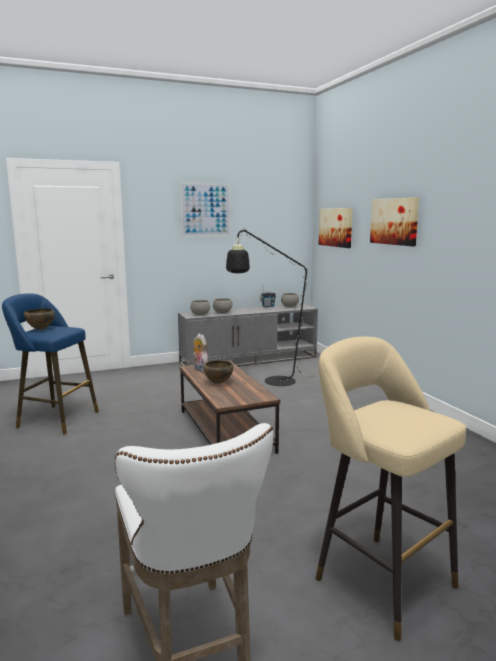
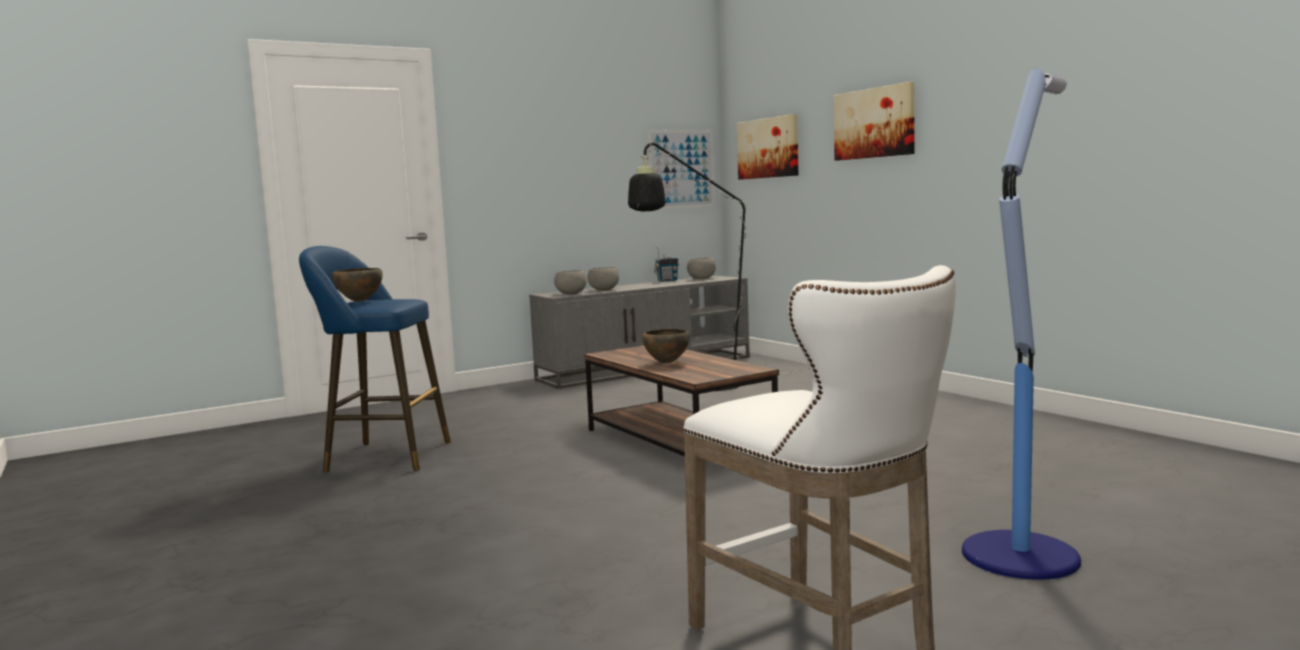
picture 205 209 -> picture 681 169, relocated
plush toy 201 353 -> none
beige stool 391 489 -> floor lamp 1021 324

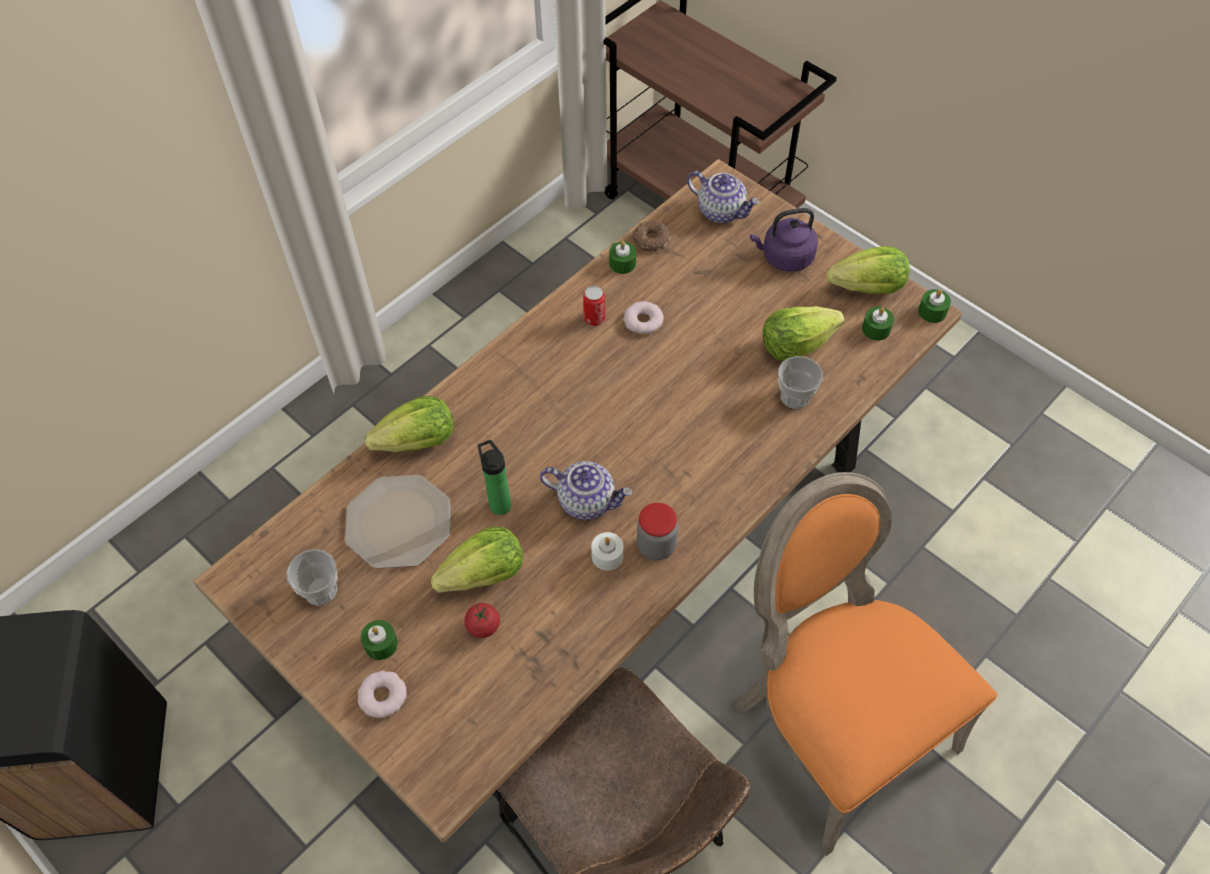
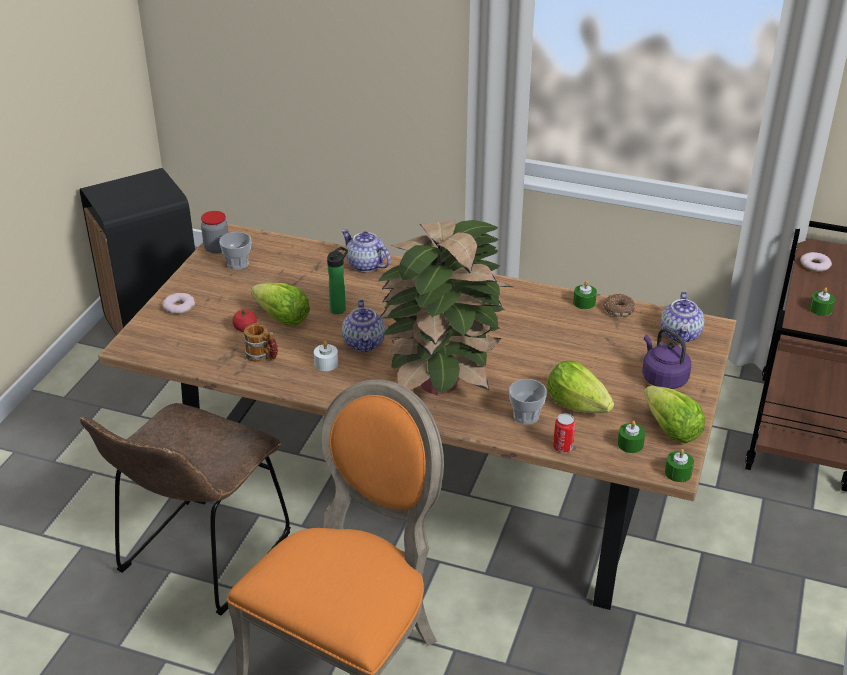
can 594 306 -> can 564 433, relocated
donut 643 317 -> donut 816 262, relocated
lettuce 409 424 -> teapot 366 250
plate 397 522 -> none
jar 657 532 -> jar 214 232, relocated
green candle 379 640 -> green candle 822 301, relocated
none -> potted plant 445 307
none -> mug 261 342

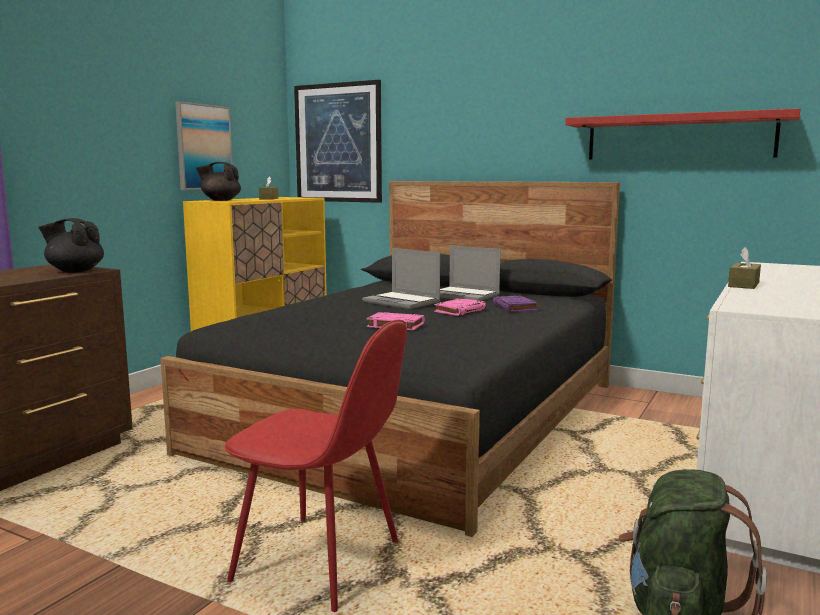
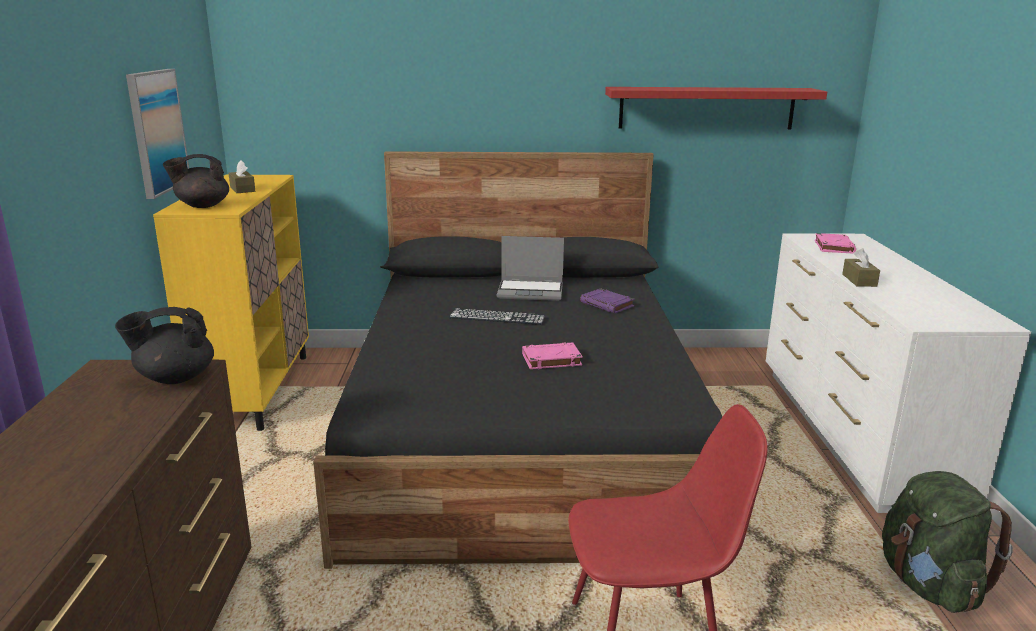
picture 338 141 -> none
laptop 401 278 -> keyboard 497 316
pink book 460 307 -> pink book 835 243, relocated

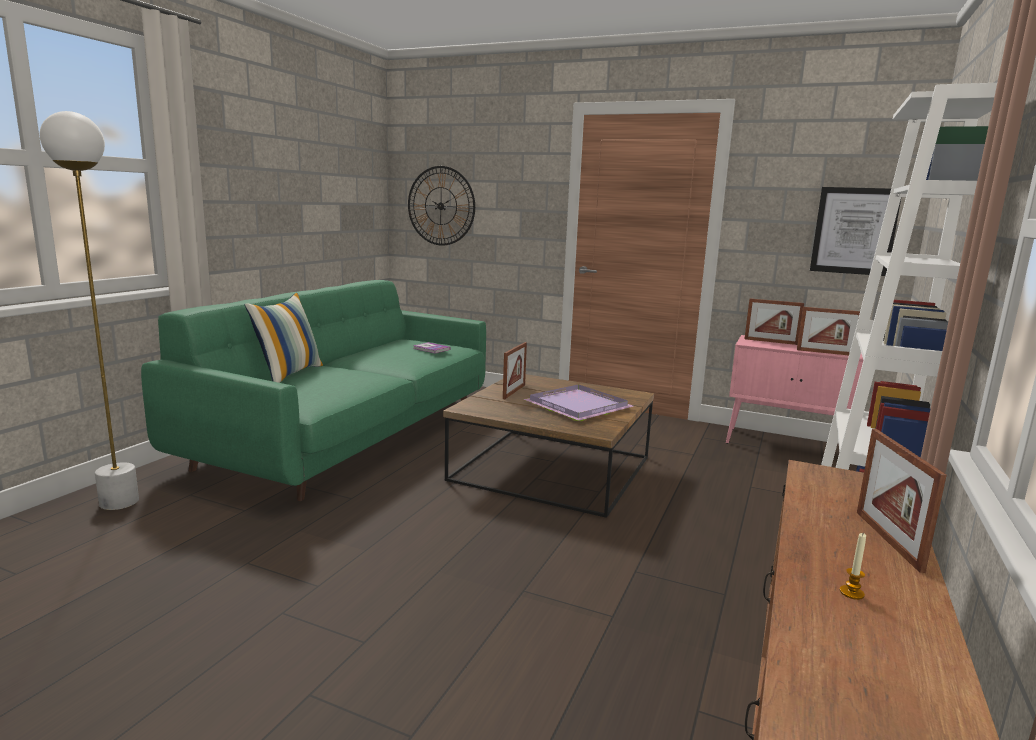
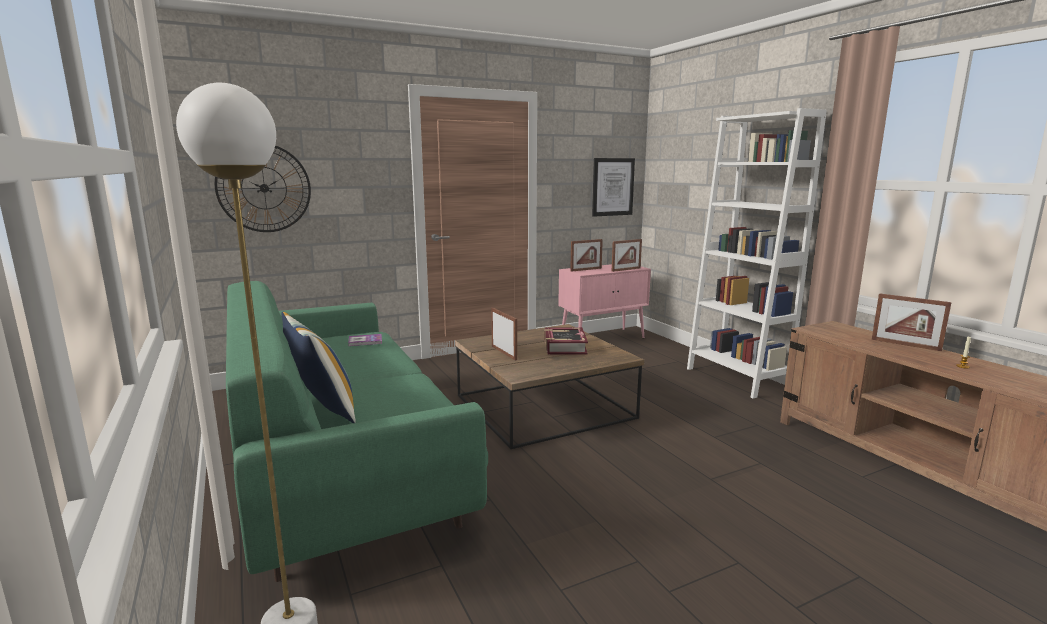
purple tray 578 402 -> book 566 341

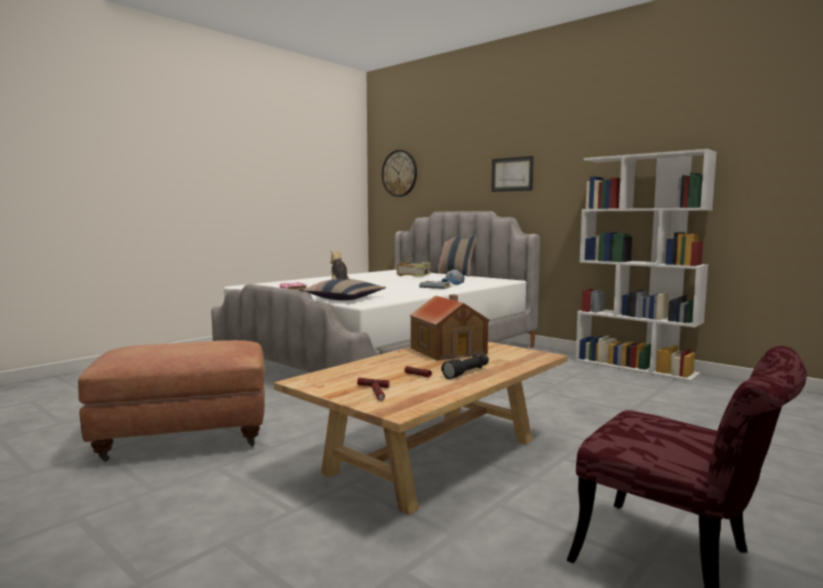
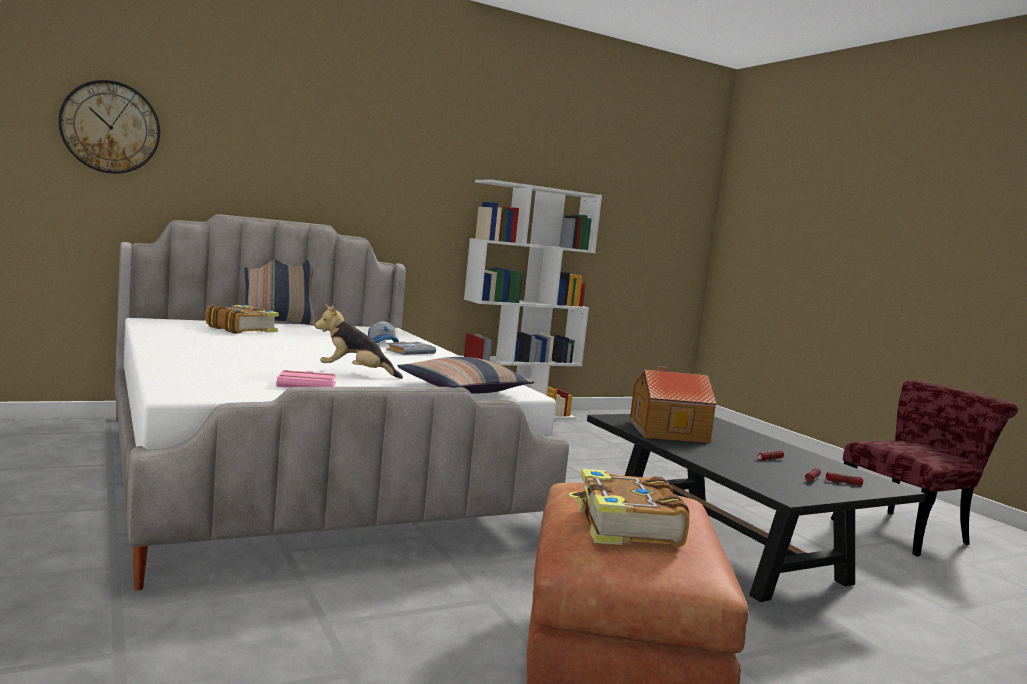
picture 512 174 -> none
beige coffee table 421 428 -> black coffee table 756 508
black flashlight 465 367 -> none
none -> book 629 508

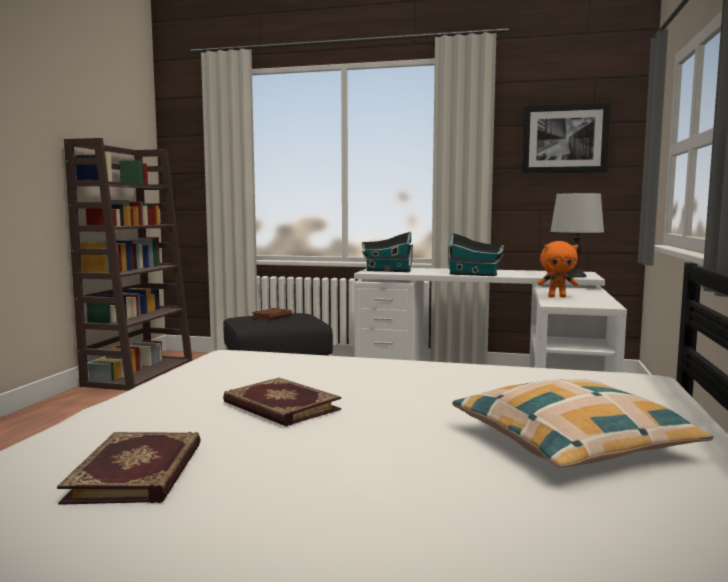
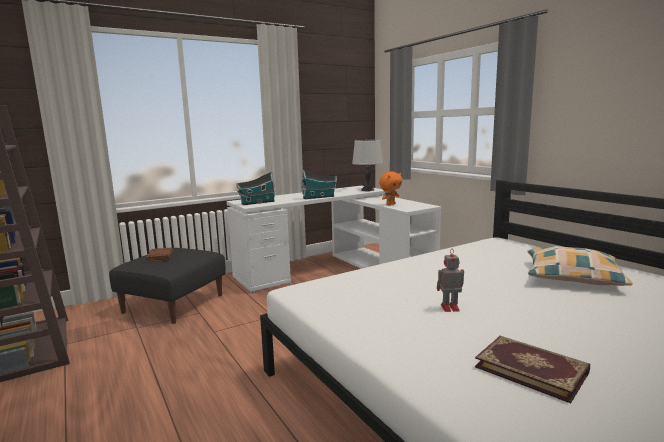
picture 566 138 -> none
book 282 402 -> toy robot 450 281

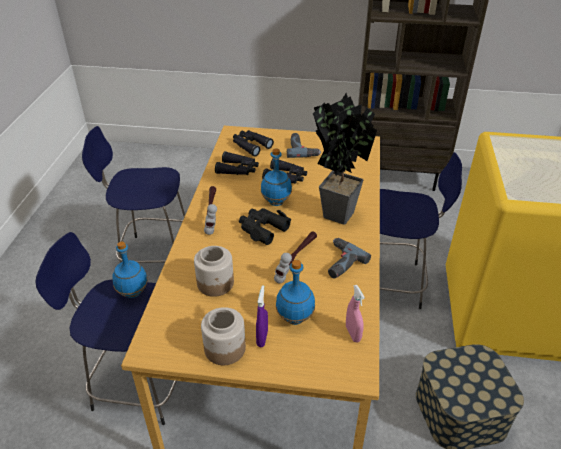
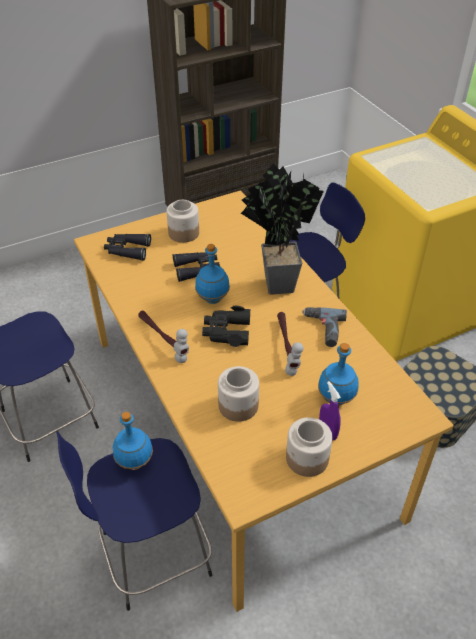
power drill 304 145 -> jar 182 221
black binoculars 237 163 -> none
pink spray bottle 355 314 -> none

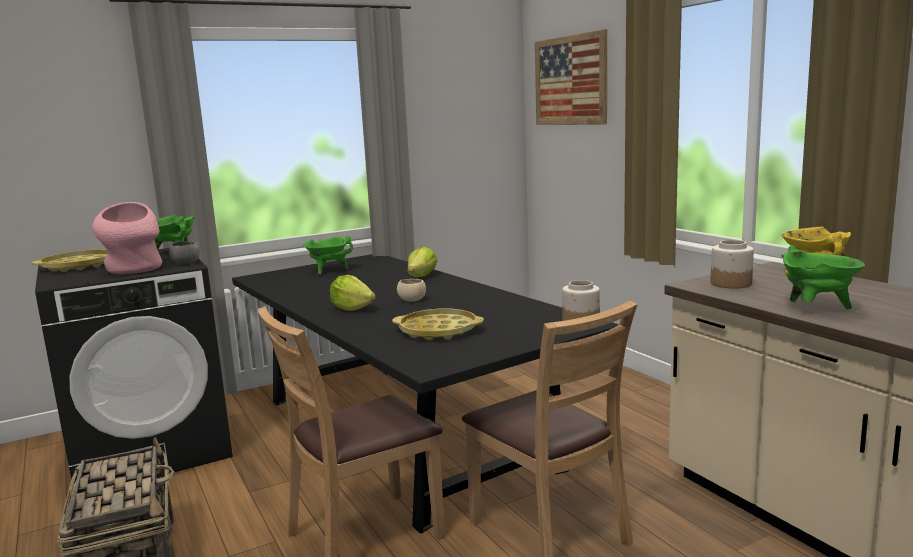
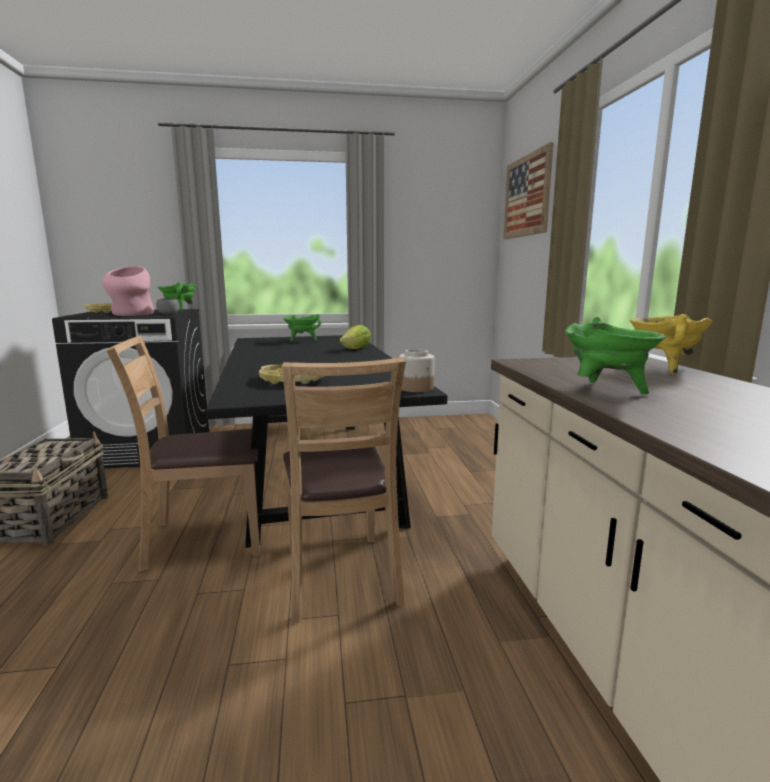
jar 732 264 -> none
lettuce 353 293 -> none
beige bowl 411 290 -> none

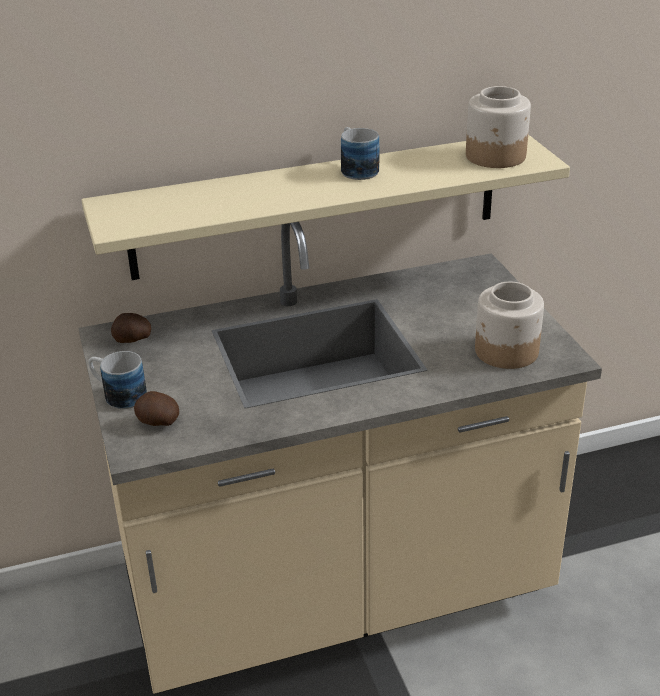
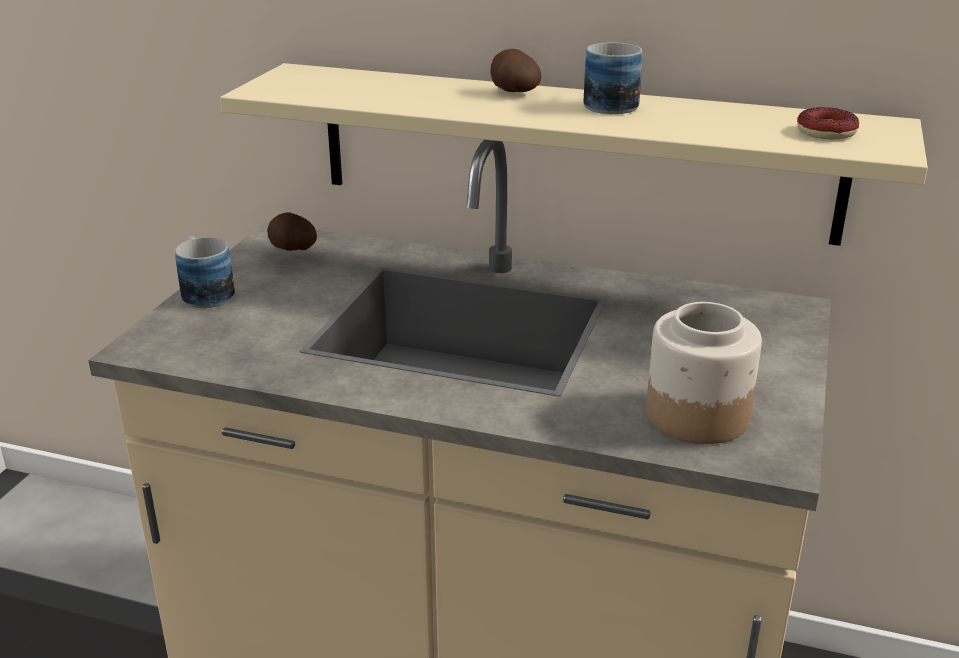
jar 498 127 -> donut 828 123
potato 156 408 -> potato 516 70, relocated

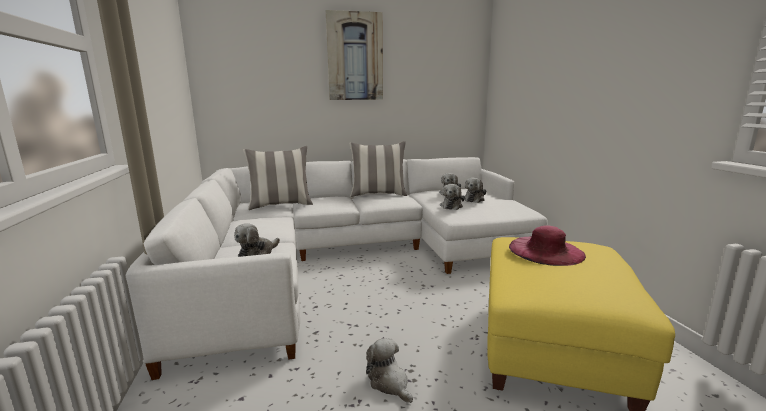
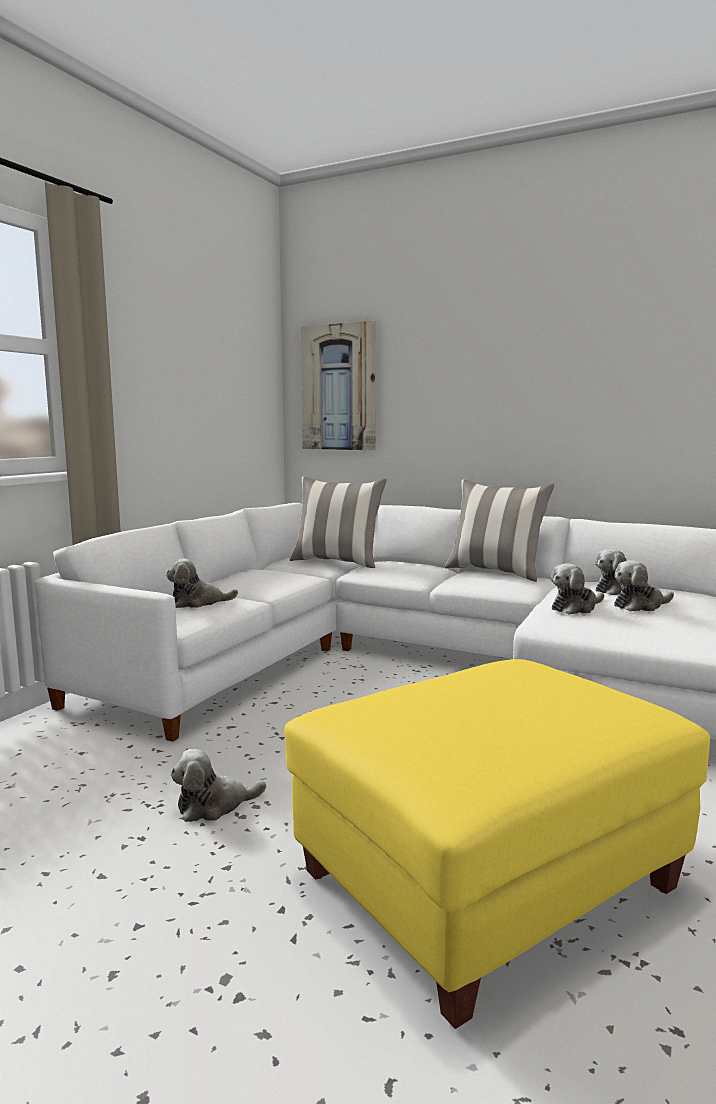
picture 354 55 -> picture 338 385, relocated
pink hat 547 245 -> none
plush toy 389 370 -> plush toy 218 785, 120 degrees counterclockwise

